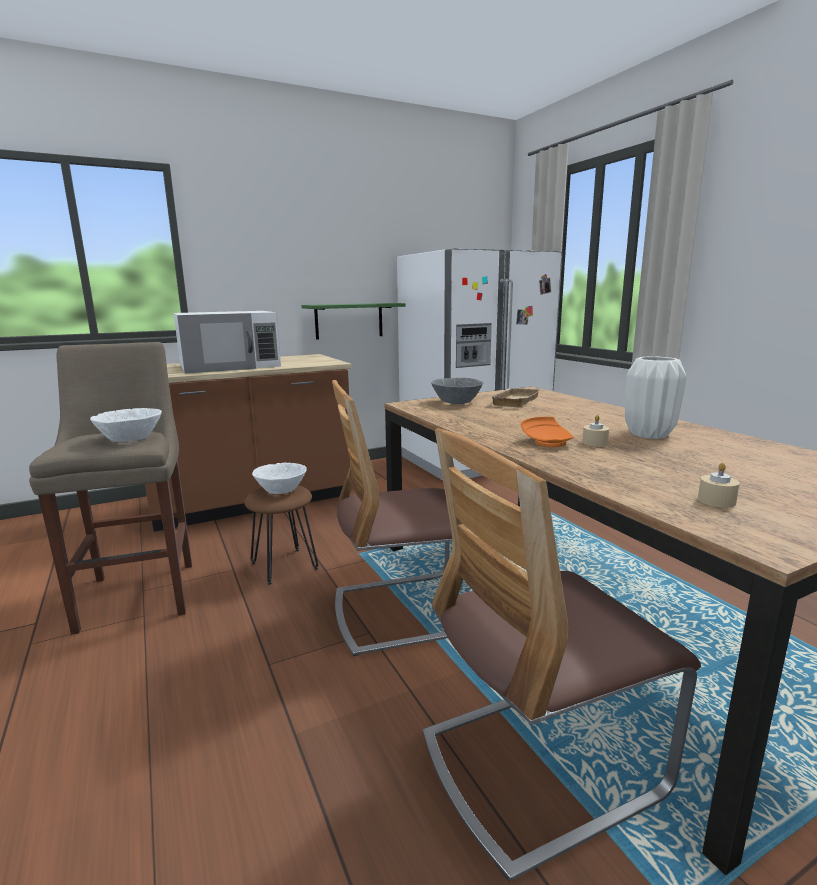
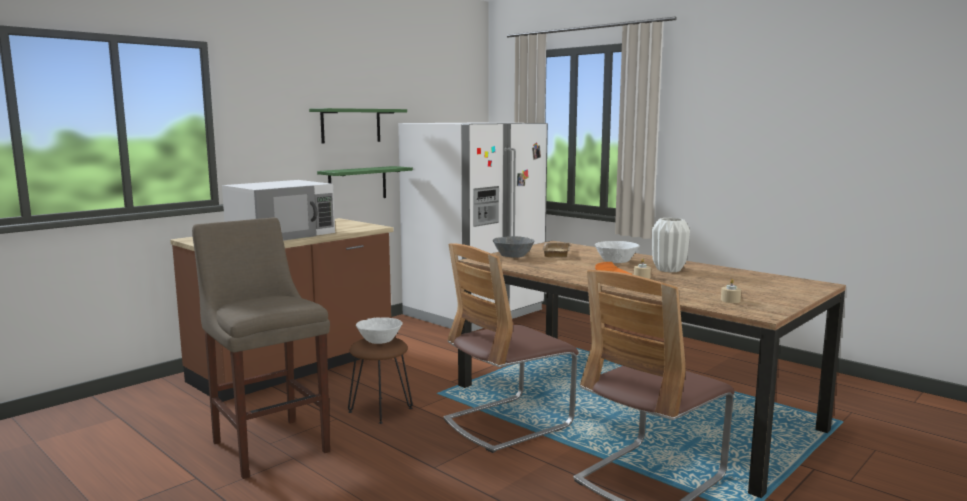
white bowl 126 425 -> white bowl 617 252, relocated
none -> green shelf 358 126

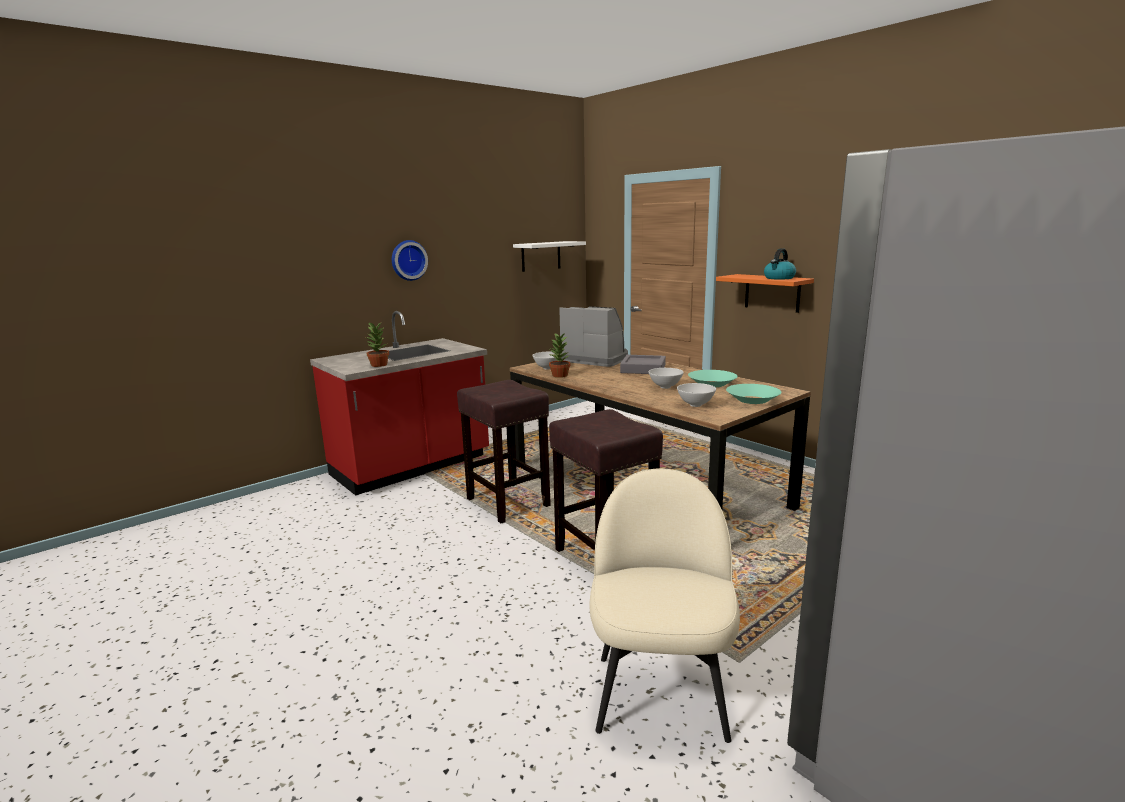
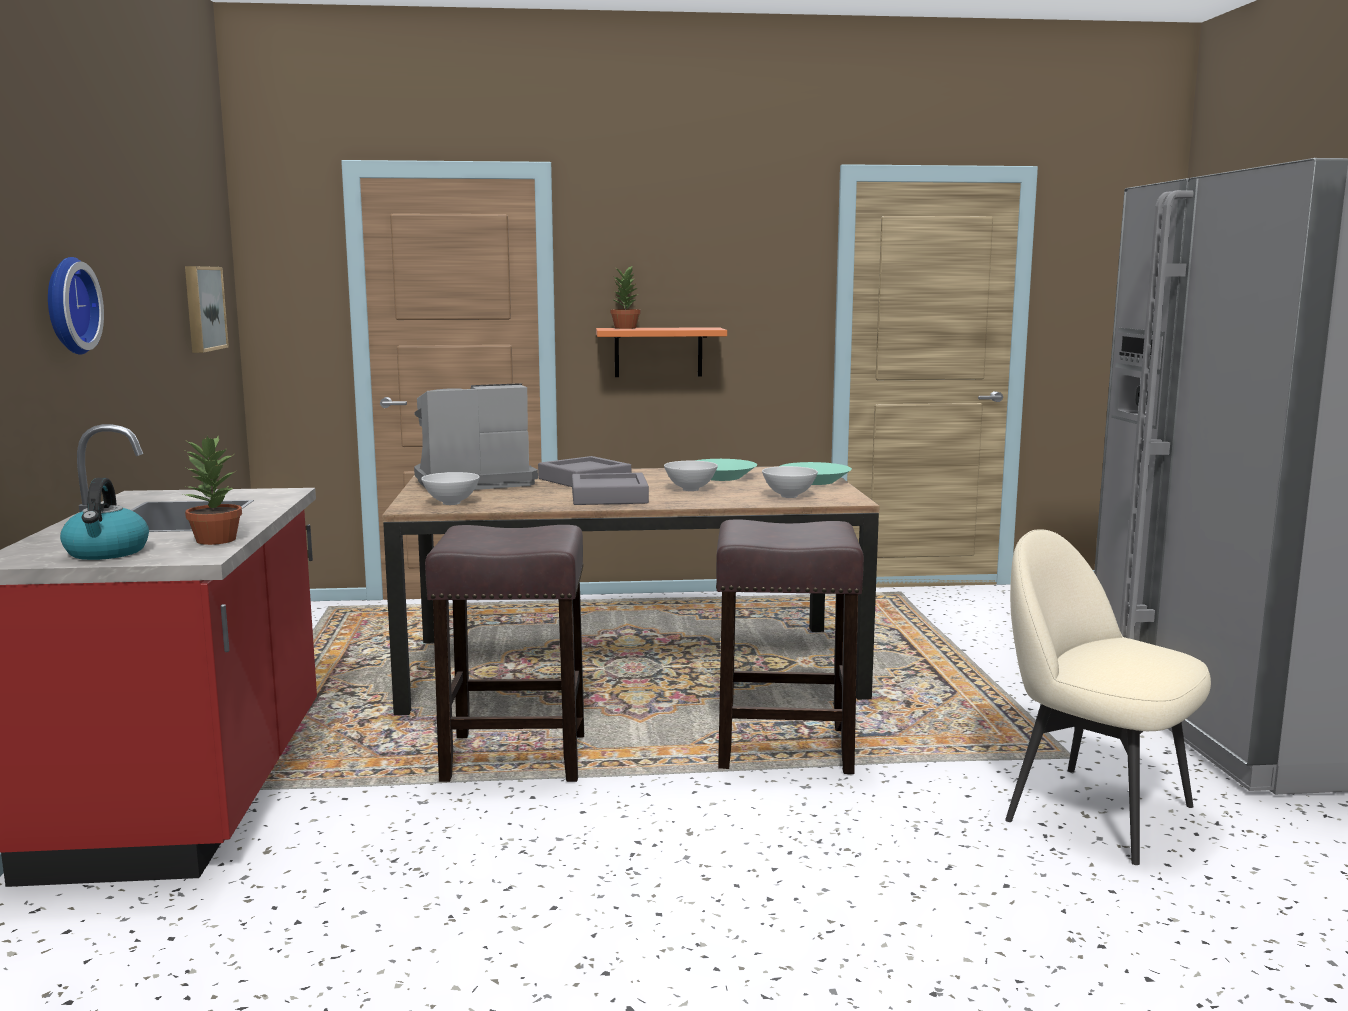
white shelf 549 256 -> picture 207 309
kettle 780 264 -> kettle 104 519, relocated
potted plant 559 355 -> potted plant 625 297, relocated
none -> grey tray 610 489

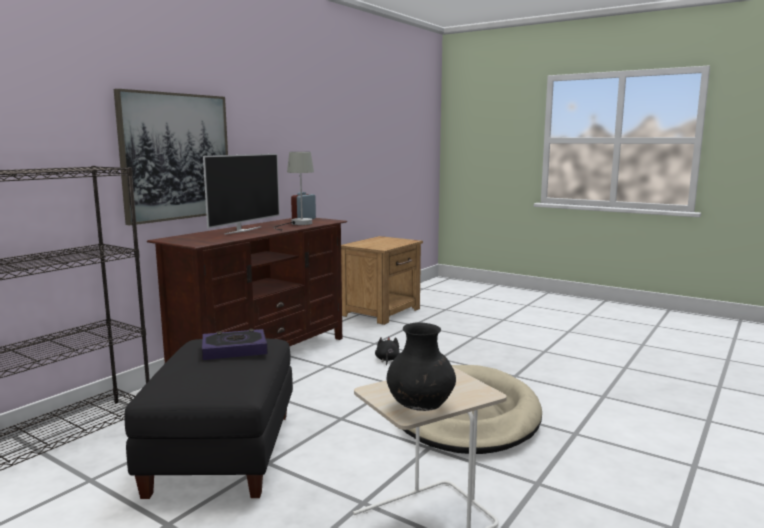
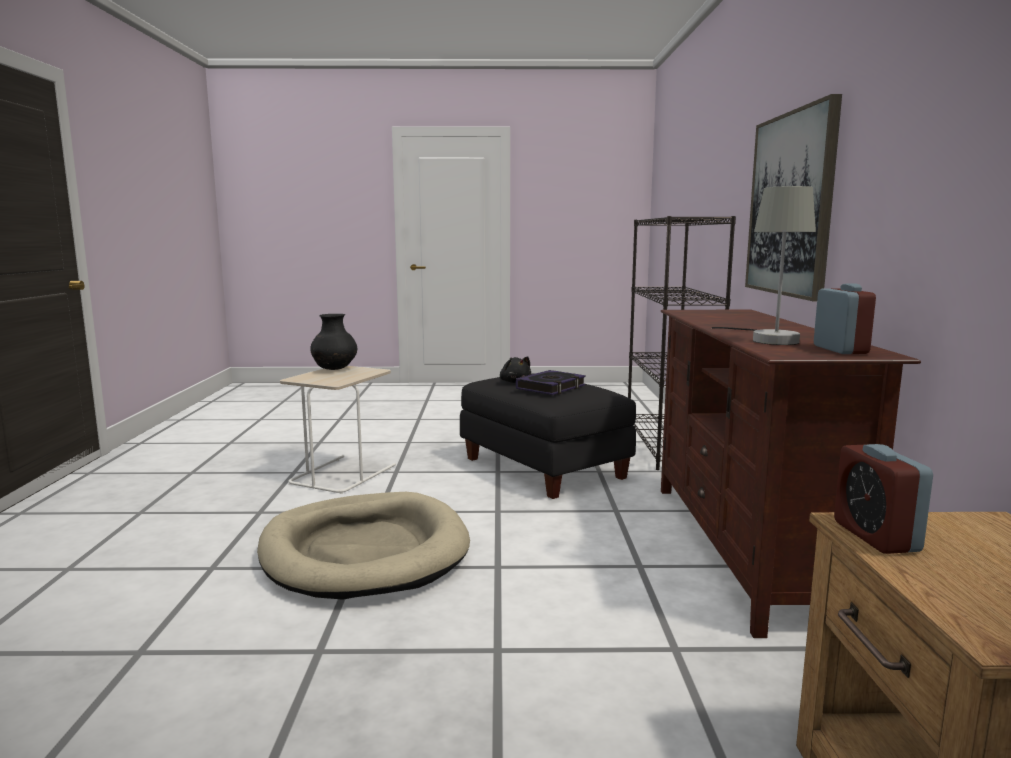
television 241 194 -> none
black plush toy 387 351 -> black plush toy 515 370, relocated
none -> alarm clock 883 499

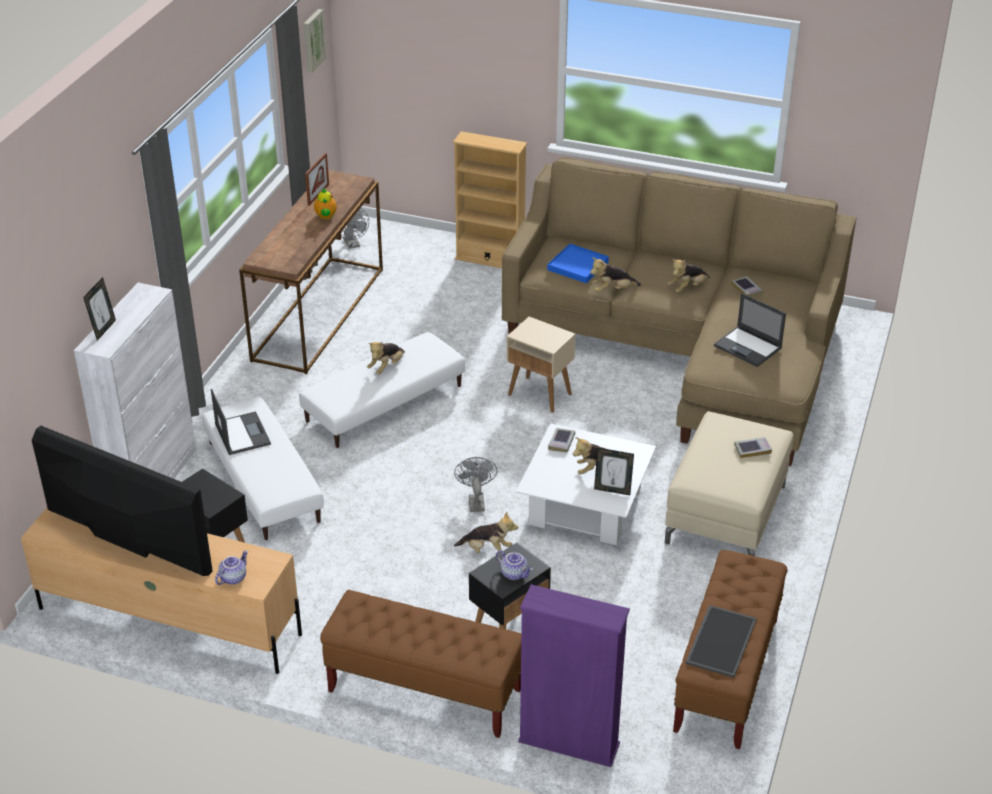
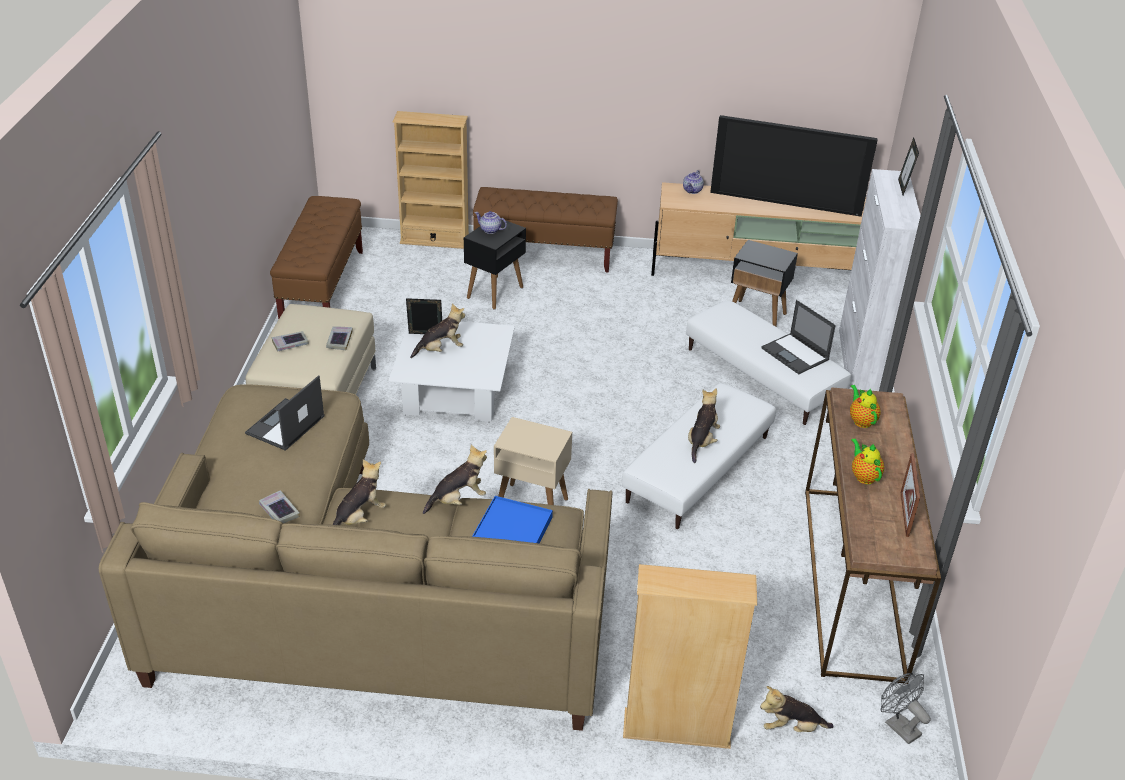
picture 315 41 -> none
laptop 750 330 -> laptop 285 413, 90 degrees counterclockwise
book 561 440 -> book 339 338, relocated
grey fan 475 484 -> none
plush toy 486 532 -> plush toy 797 709, relocated
purple bookcase 574 675 -> beige bookcase 431 180
tray 721 641 -> none
none -> teapot 865 406

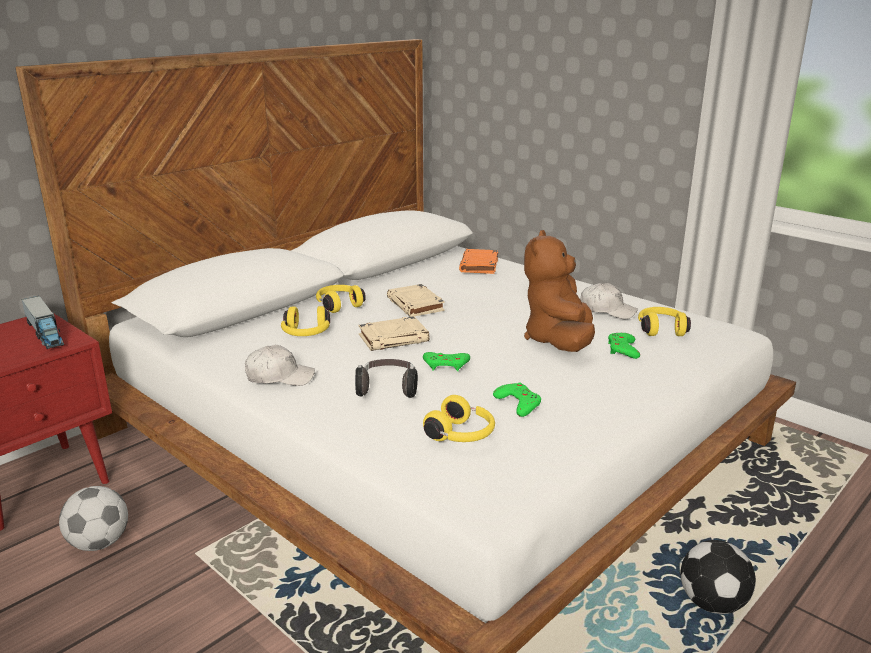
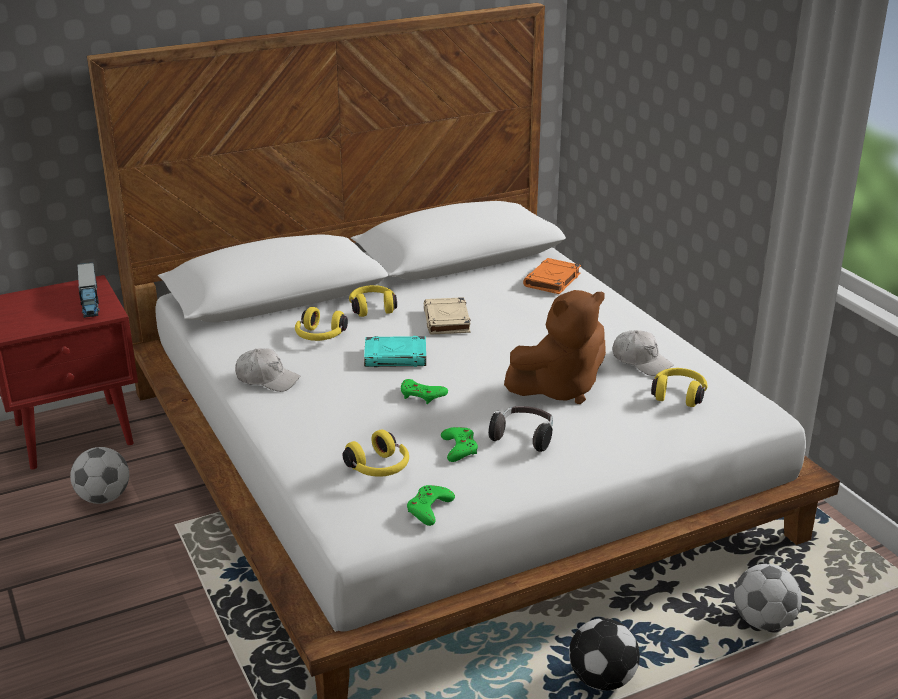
brown plush toy 559 291 -> brown plush toy 555 347, 150 degrees counterclockwise
beige book 394 333 -> turquoise book 395 351
green game controller 624 346 -> green game controller 431 505, relocated
headphones 386 378 -> headphones 521 429, relocated
none -> football 768 597

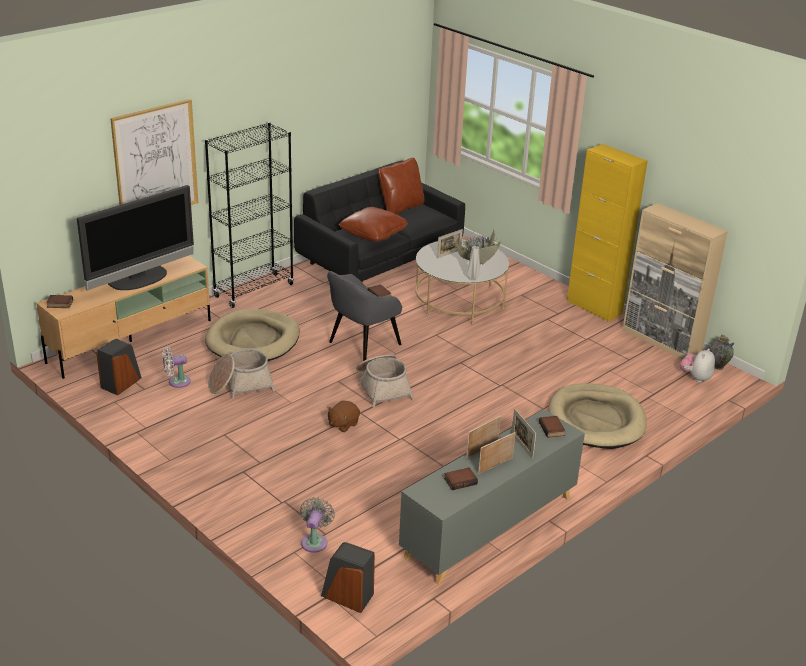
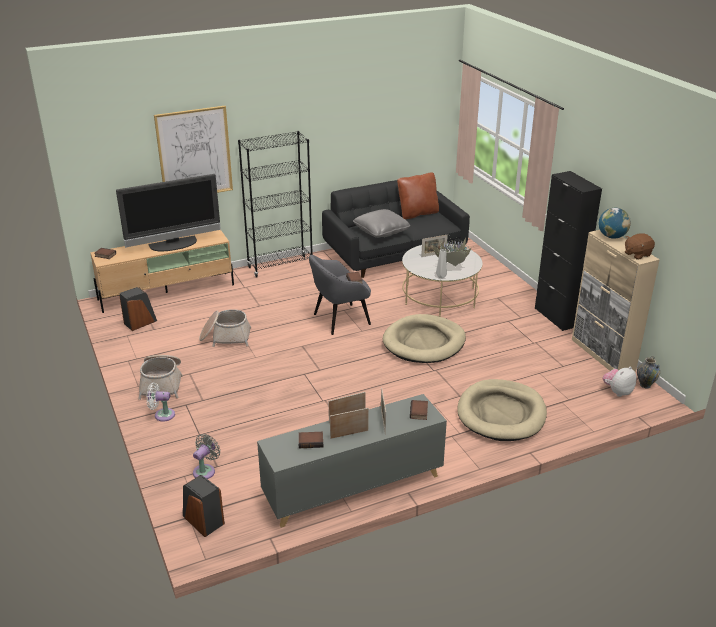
yellow cabinet 607 233 -> black cabinet 568 251
brown pillow 373 224 -> grey pillow 381 223
beige dog bed 252 335 -> beige dog bed 424 338, relocated
white fan 177 367 -> white fan 160 401, relocated
basket 385 380 -> basket 160 377, relocated
brown plush toy 343 416 -> brown plush toy 640 246, relocated
none -> globe 615 223

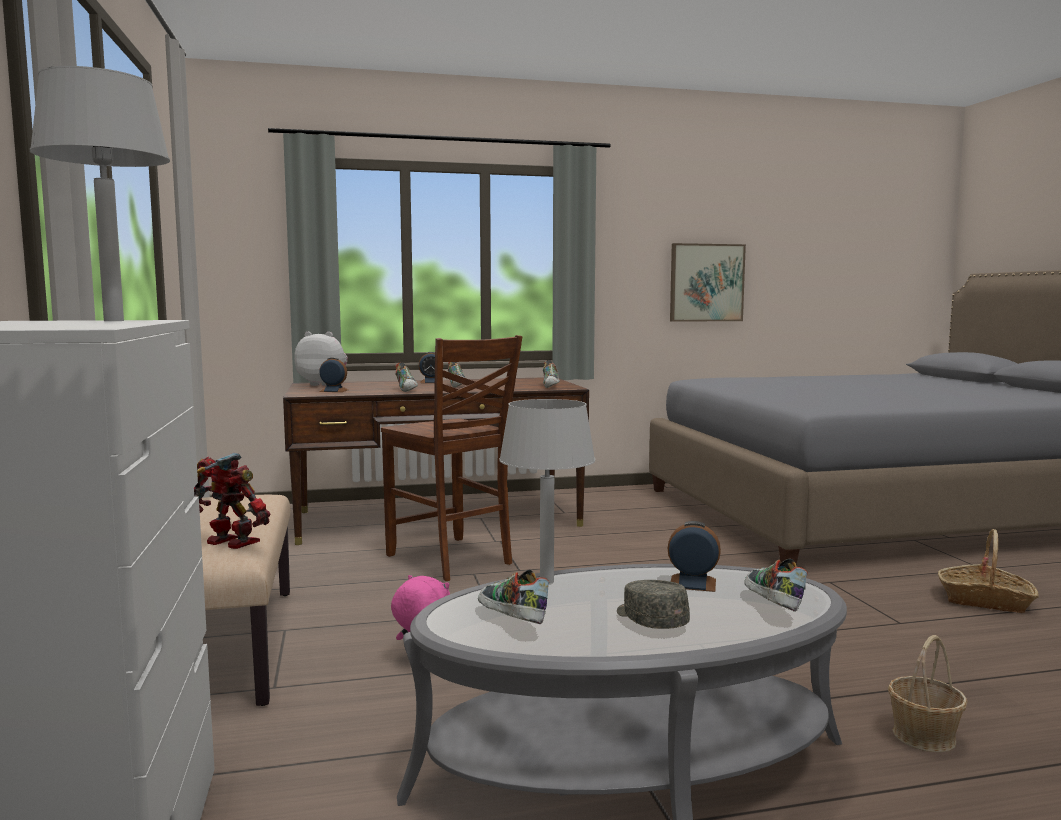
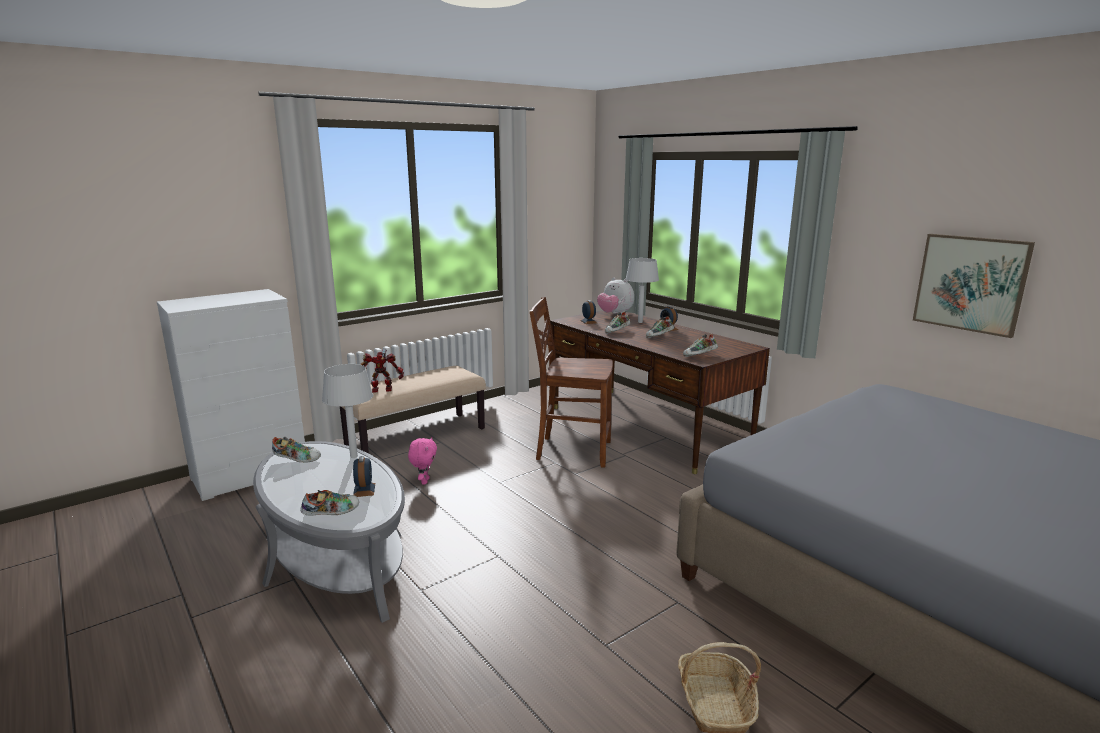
grey table lamp 100 193 -> grey table lamp 642 290, relocated
plush toy 321 359 -> plush toy 615 296, 150 degrees clockwise
brown chair 452 458 -> brown chair 571 382, 75 degrees clockwise
toy robot 232 501 -> toy robot 382 371, 105 degrees counterclockwise
shoe 513 597 -> shoe 296 449, 60 degrees clockwise
grey cap 653 604 -> none
basket 927 694 -> none

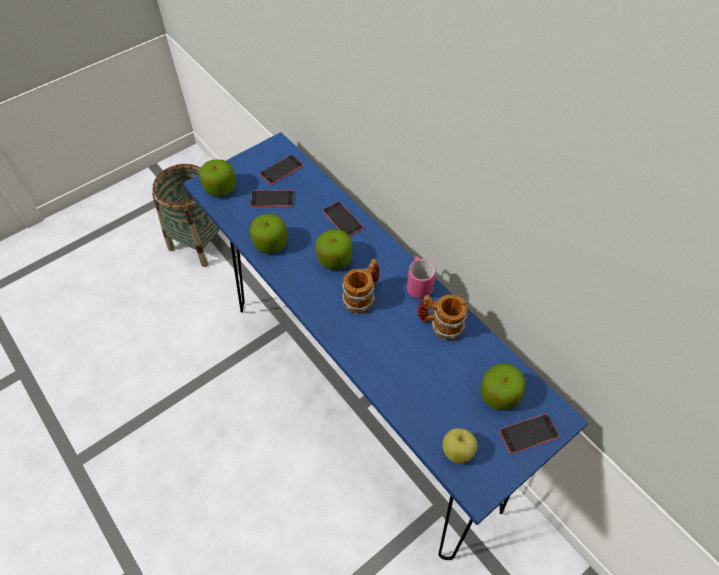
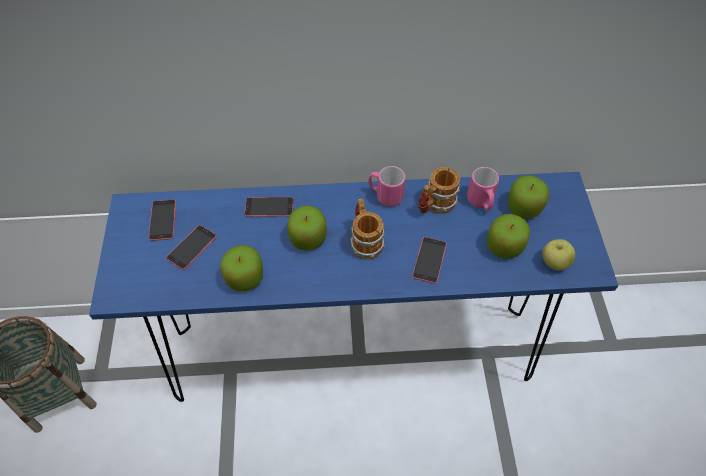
apple 218 178 -> apple 508 236, relocated
phone 529 434 -> phone 429 260, relocated
none -> pink mug 483 188

